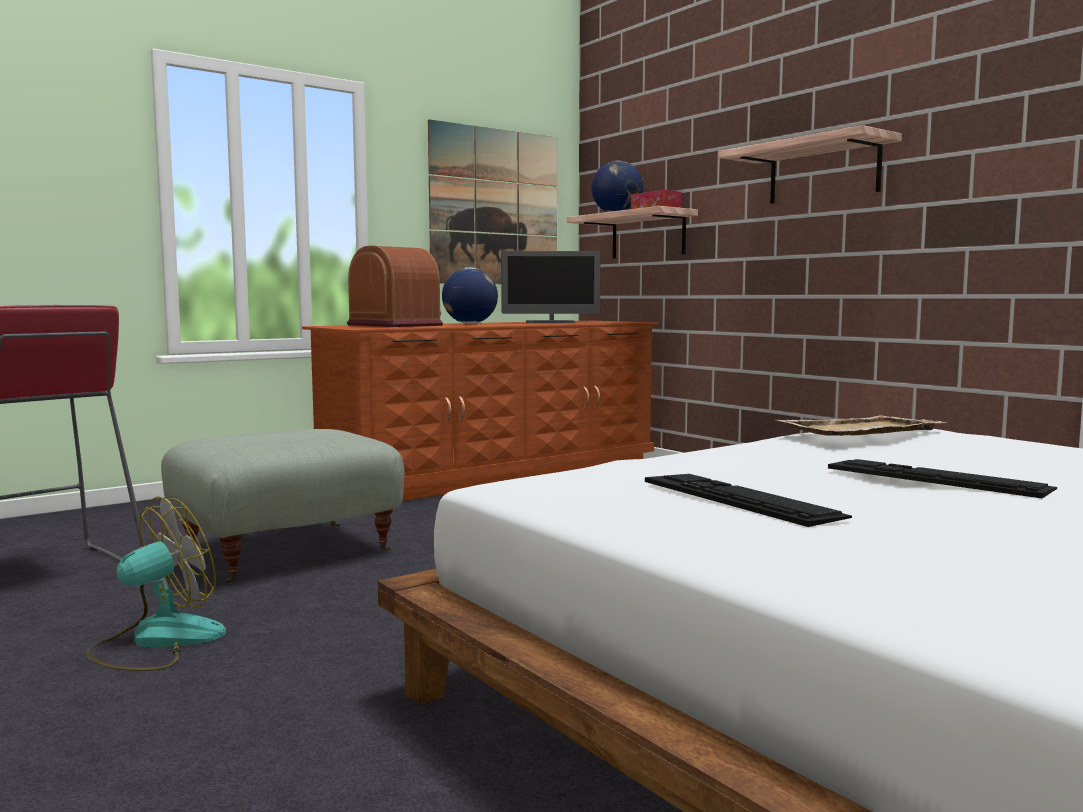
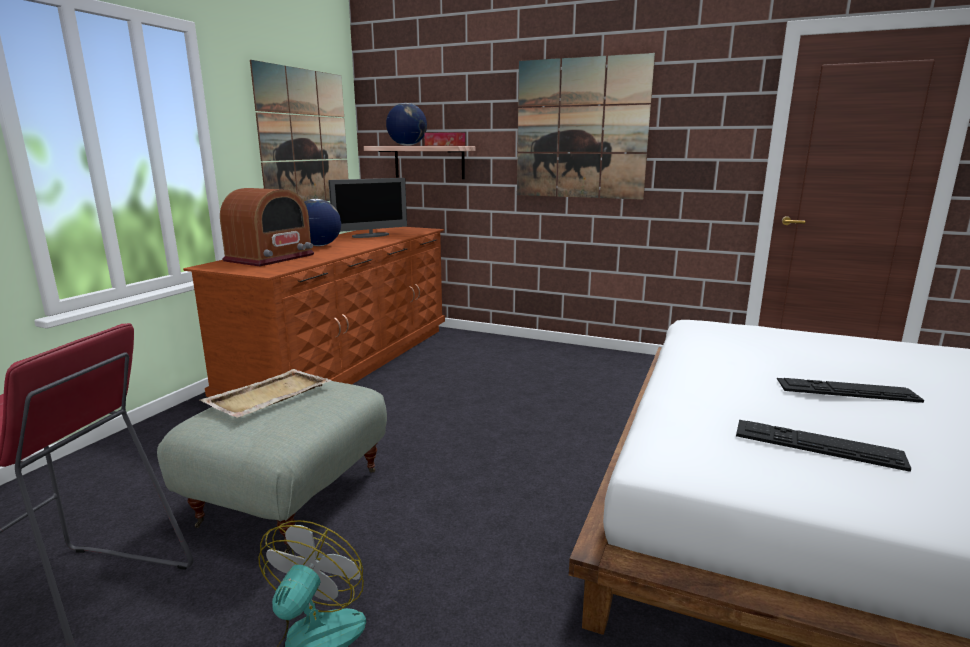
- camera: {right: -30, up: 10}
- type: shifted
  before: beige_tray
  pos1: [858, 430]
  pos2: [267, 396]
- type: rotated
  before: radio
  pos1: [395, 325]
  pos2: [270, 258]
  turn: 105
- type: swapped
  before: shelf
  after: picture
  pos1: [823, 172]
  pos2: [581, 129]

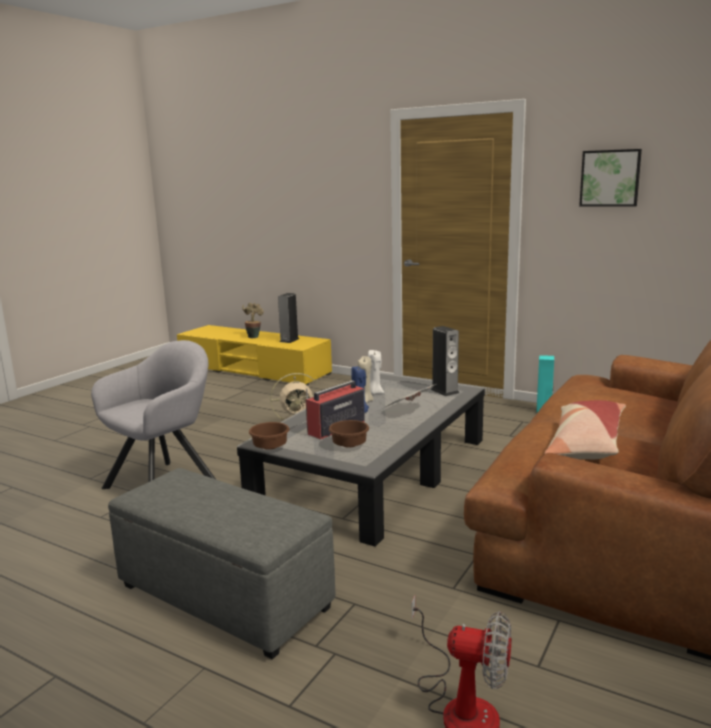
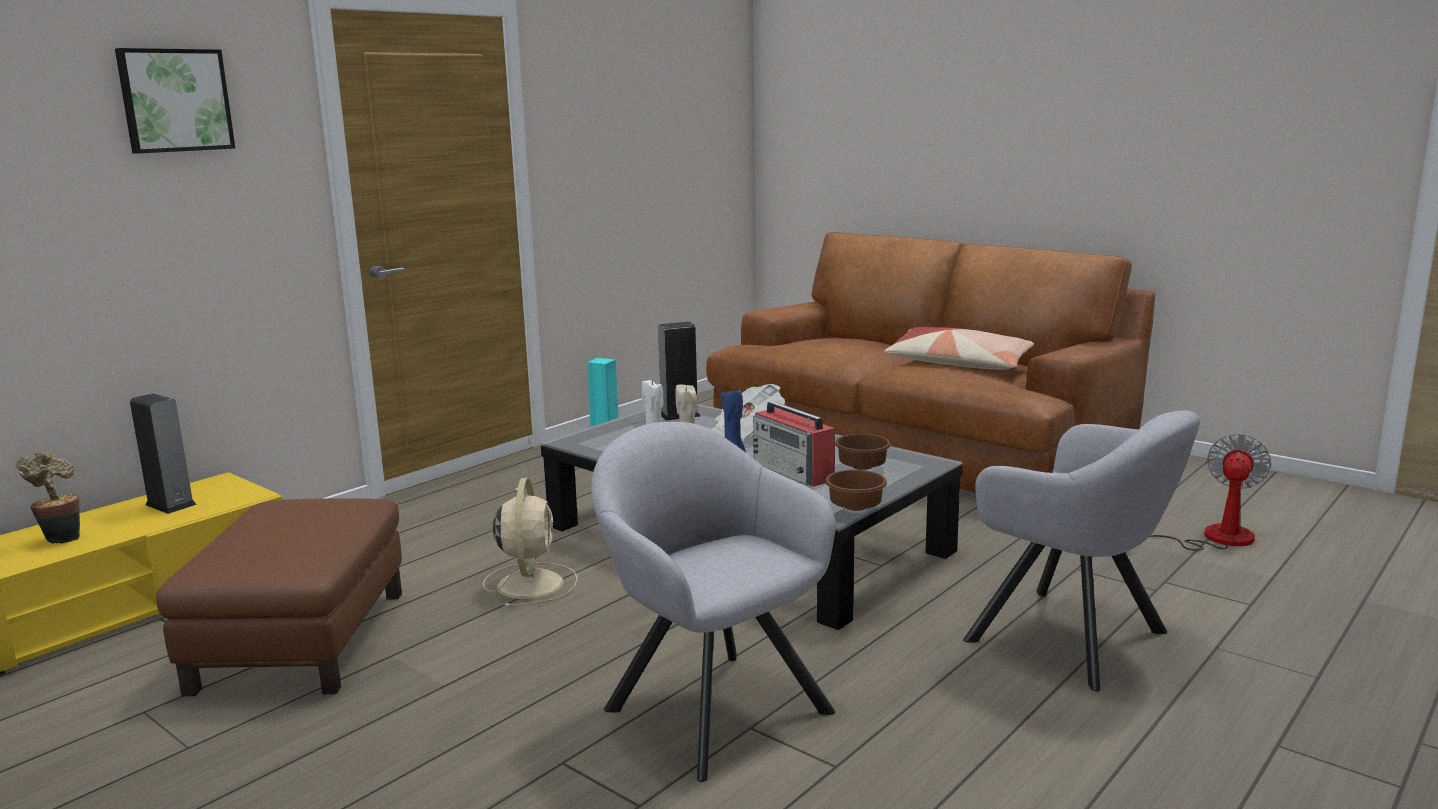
- camera: {right: -80, up: 0}
- type: shifted
  before: picture
  pos1: [610, 178]
  pos2: [174, 100]
- type: new
  after: brown_ottoman
  pos2: [300, 640]
- type: swapped
  before: grey_ottoman
  after: grey_armchair
  pos1: [223, 596]
  pos2: [1076, 640]

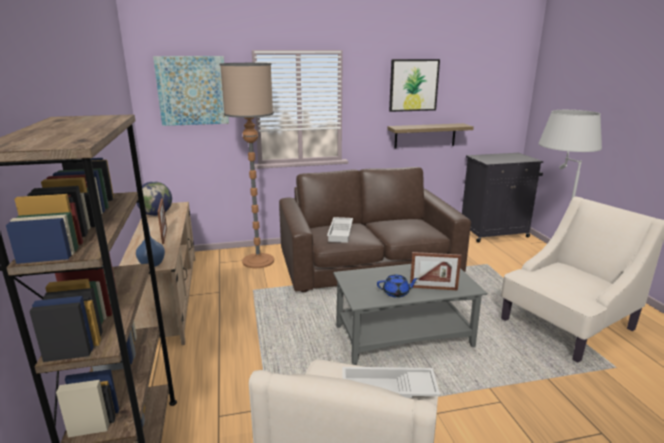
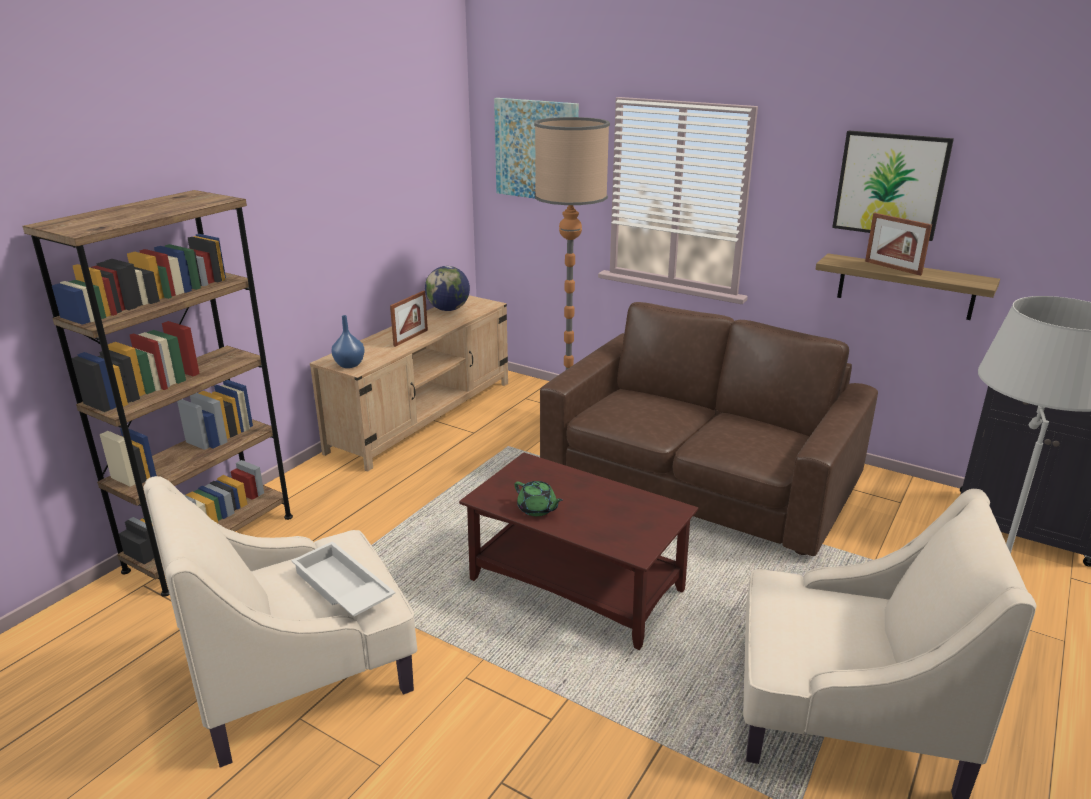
- camera: {right: 45, up: 5}
- type: repainted
  before: grey_coffee_table
  after: brown_coffee_table
  pos1: [404, 336]
  pos2: [578, 585]
- type: repainted
  before: blue_teapot
  after: green_teapot
  pos1: [396, 293]
  pos2: [537, 509]
- type: shifted
  before: picture_frame
  pos1: [433, 288]
  pos2: [892, 268]
- type: gone
  before: white_tray
  pos1: [341, 232]

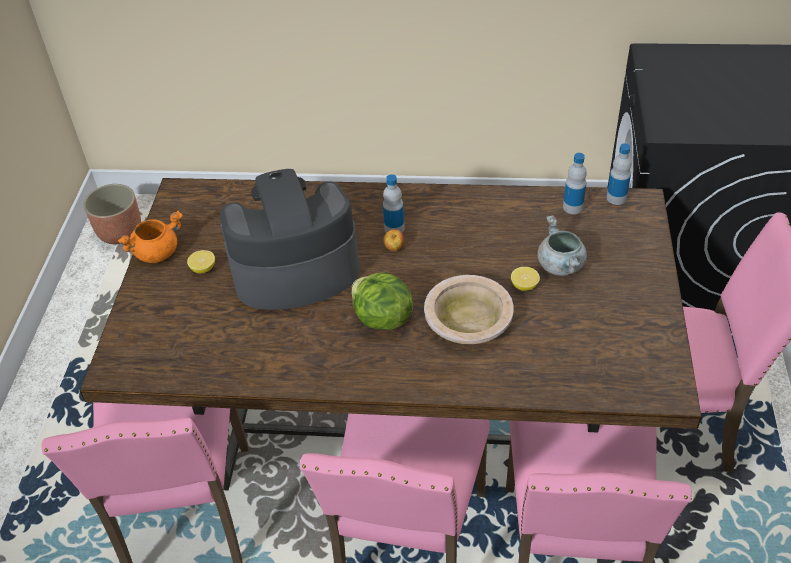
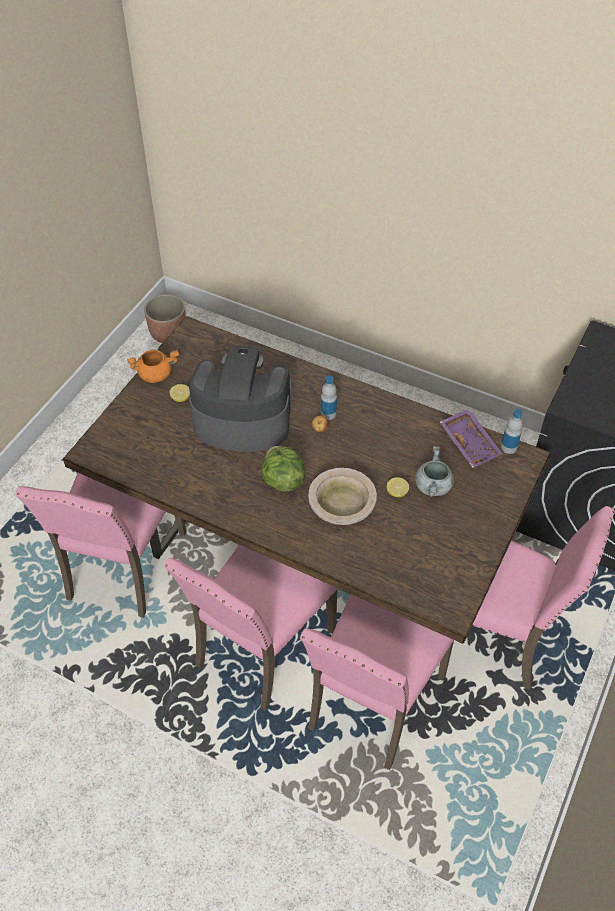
- camera: {right: 20, up: 5}
- type: swapped
  before: bottle
  after: purple_tray
  pos1: [573, 207]
  pos2: [470, 443]

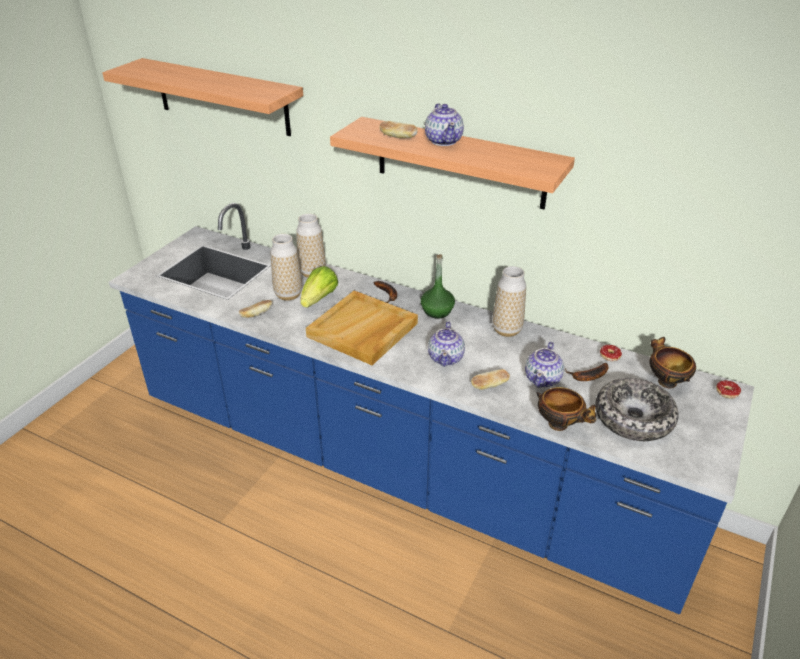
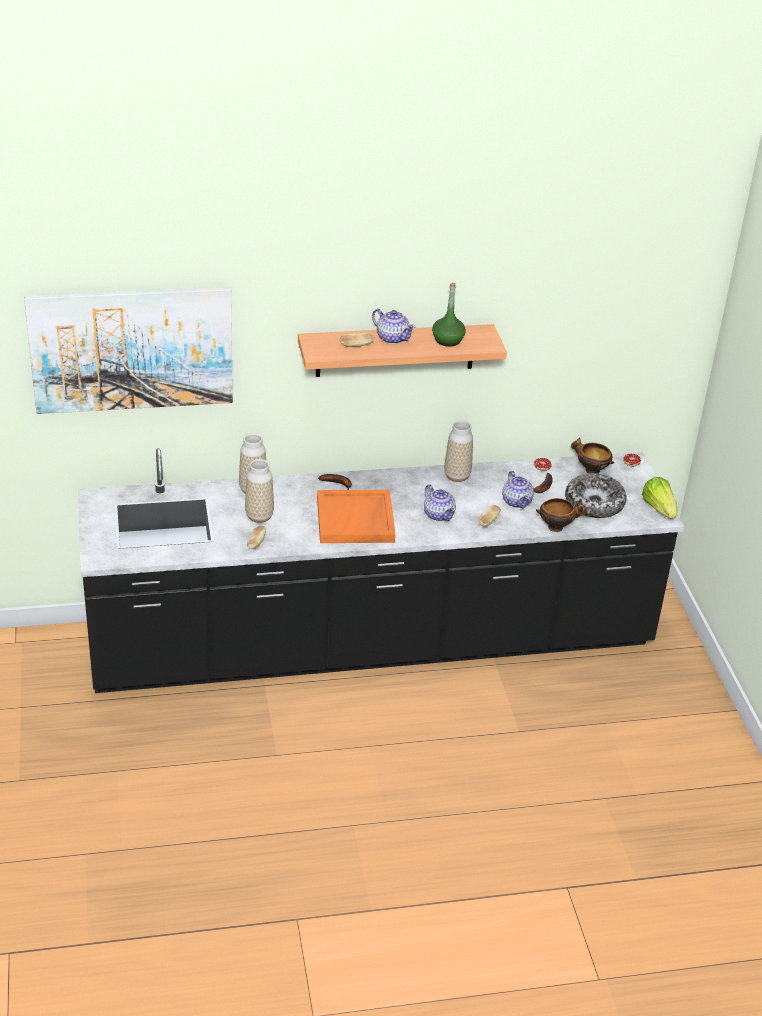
- camera: {right: -40, up: 0}
- type: swapped
  before: shelf
  after: picture
  pos1: [222, 97]
  pos2: [131, 348]
- type: repainted
  before: blue_counter
  after: black_counter
  pos1: [400, 465]
  pos2: [372, 643]
- type: repainted
  before: beige_tray
  after: orange_tray
  pos1: [362, 331]
  pos2: [356, 520]
- type: shifted
  before: green_bottle
  pos1: [437, 311]
  pos2: [447, 340]
- type: shifted
  before: lettuce
  pos1: [319, 299]
  pos2: [659, 508]

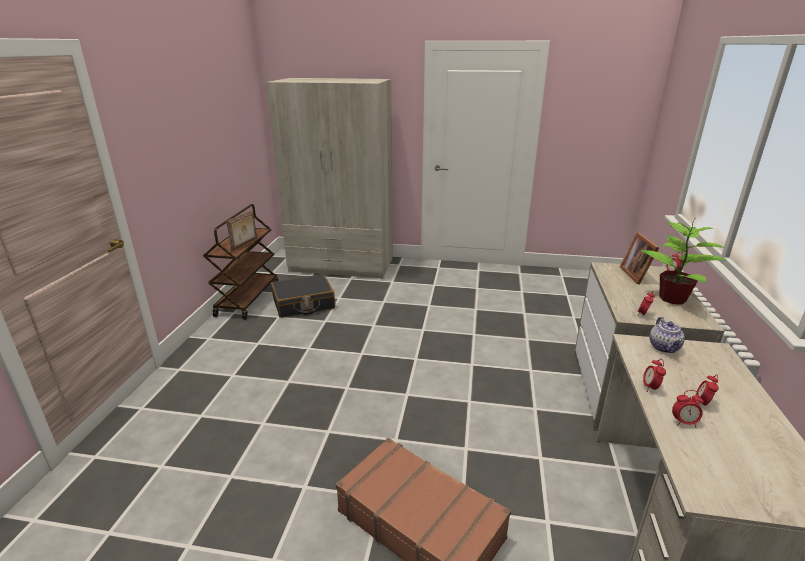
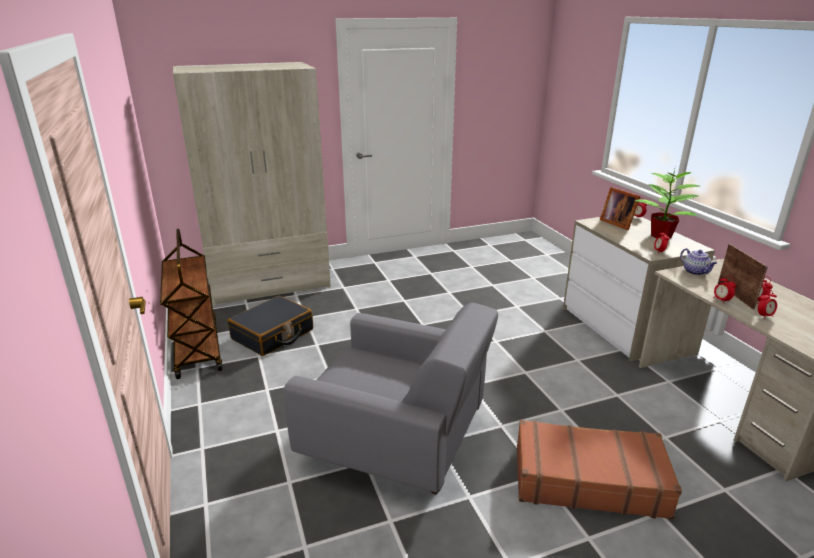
- camera: {right: -30, up: 0}
- type: new
  after: grey_armchair
  pos2: [396, 445]
- type: shifted
  before: picture_frame
  pos1: [245, 244]
  pos2: [736, 295]

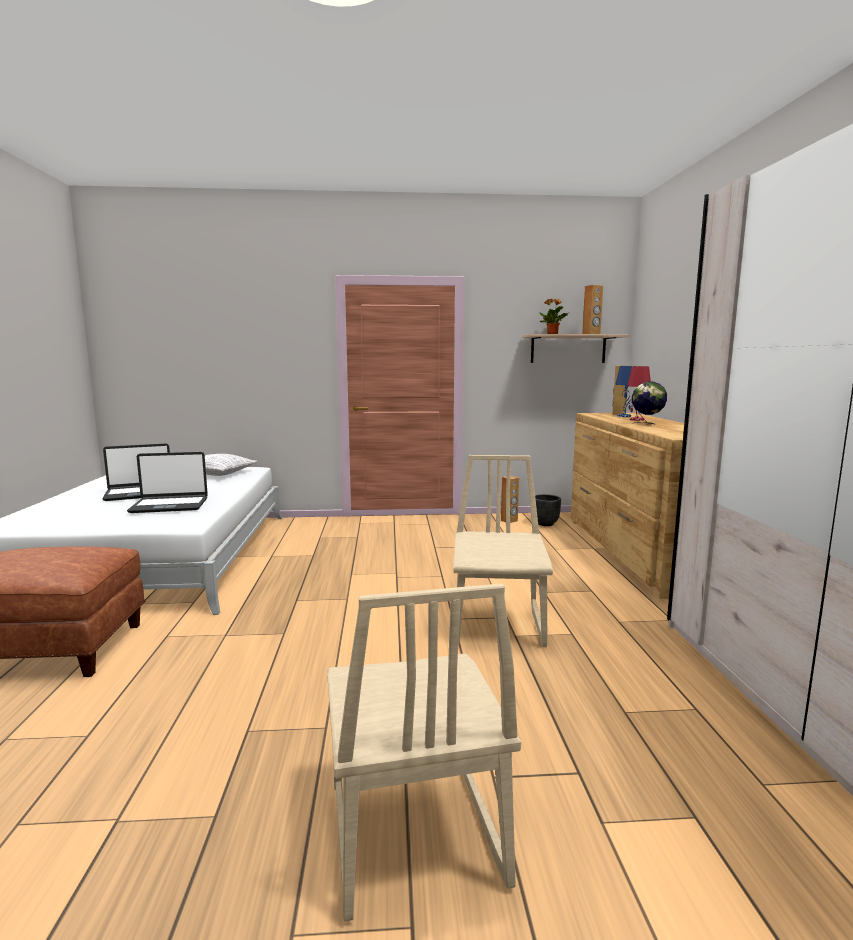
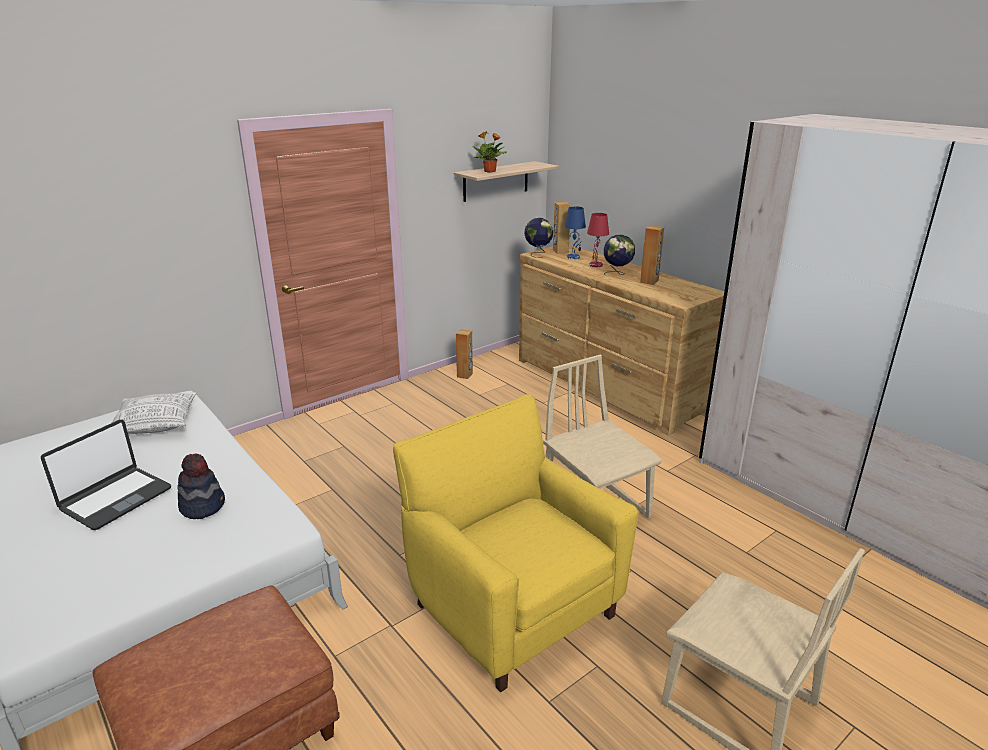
- camera: {right: -35, up: 15}
- type: swapped
  before: laptop
  after: hat
  pos1: [169, 505]
  pos2: [203, 506]
- type: new
  after: yellow_armchair
  pos2: [513, 606]
- type: new
  after: globe
  pos2: [538, 254]
- type: shifted
  before: brown_speaker
  pos1: [591, 334]
  pos2: [649, 281]
- type: gone
  before: black_planter
  pos1: [545, 524]

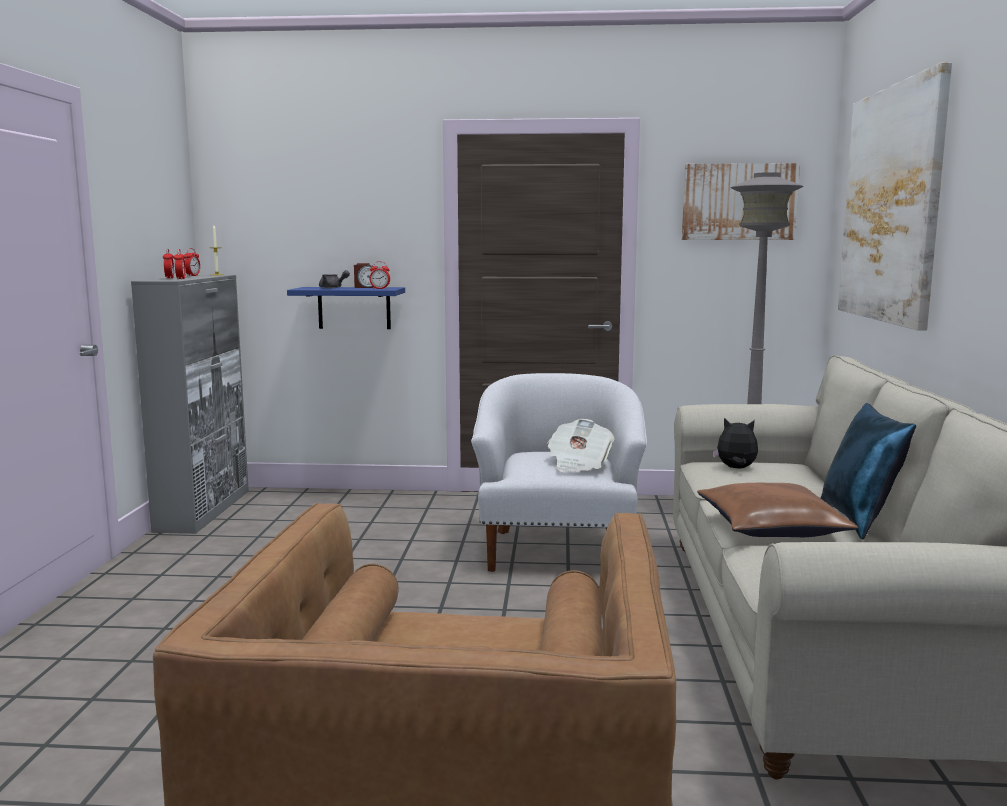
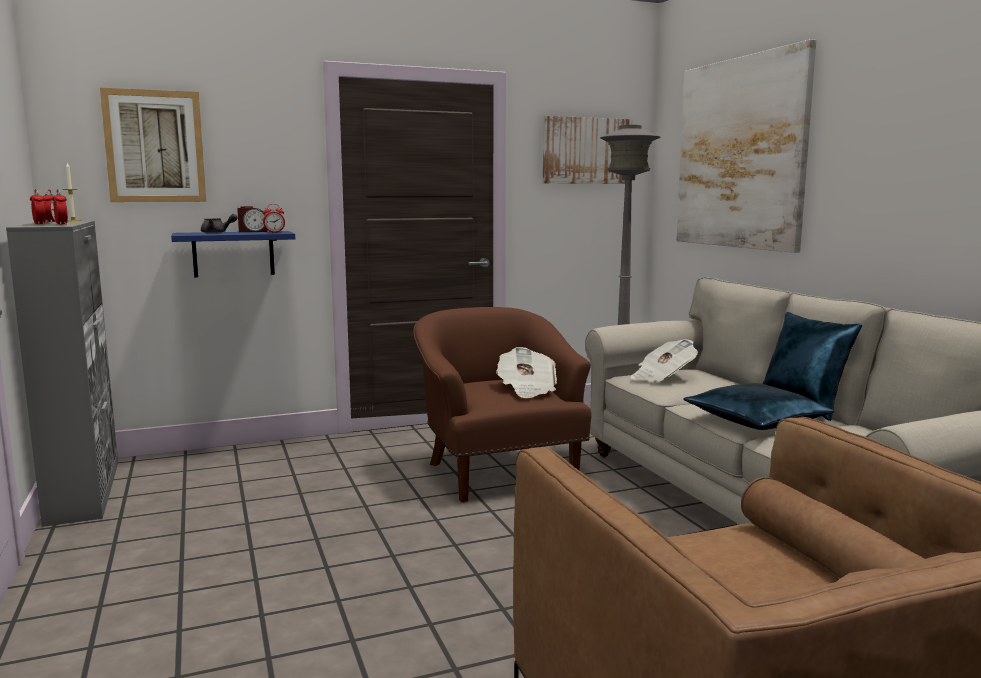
- camera: {right: -25, up: 0}
- type: new
  after: picture
  pos2: [155, 146]
- type: repainted
  before: white_armchair
  after: brown_armchair
  pos1: [557, 549]
  pos2: [499, 472]
- type: swapped
  before: plush_toy
  after: newspaper
  pos1: [736, 468]
  pos2: [662, 378]
- type: repainted
  before: brown_pillow
  after: blue_pillow
  pos1: [772, 527]
  pos2: [757, 421]

